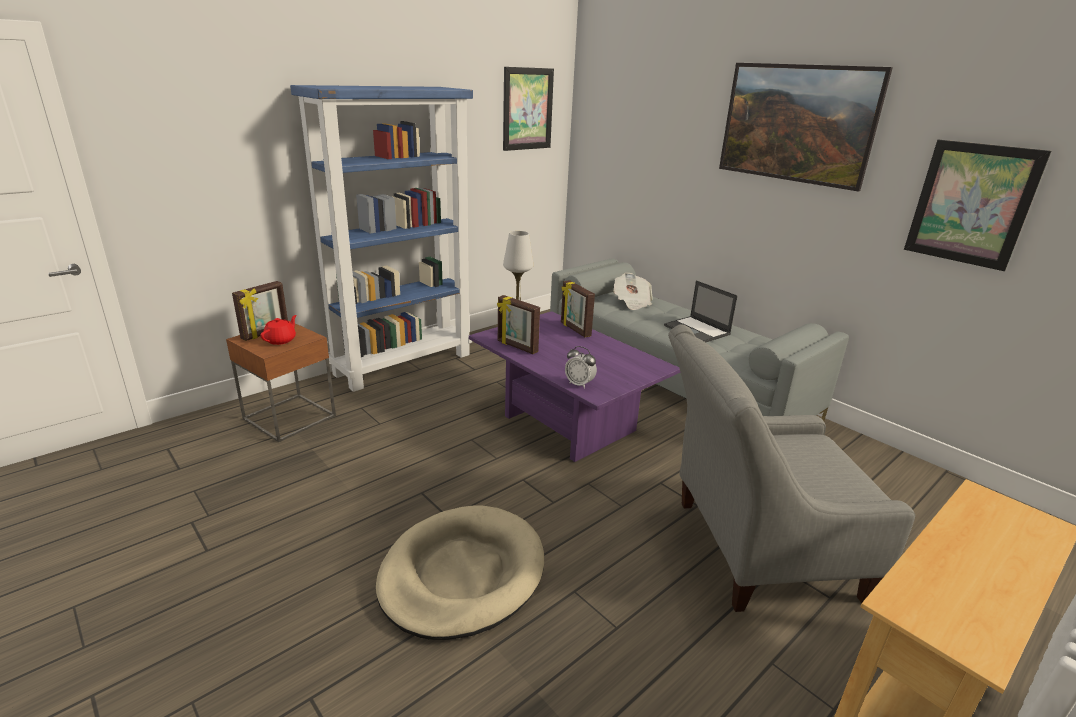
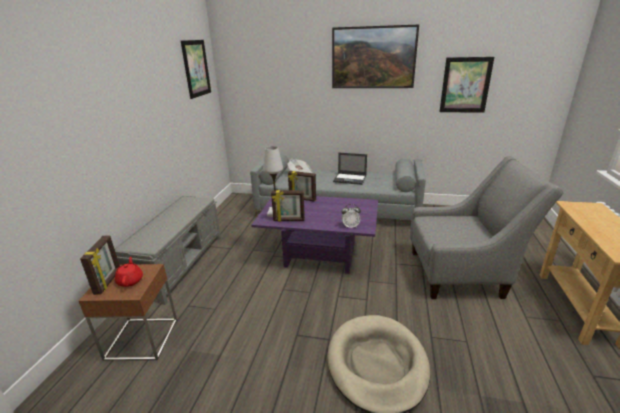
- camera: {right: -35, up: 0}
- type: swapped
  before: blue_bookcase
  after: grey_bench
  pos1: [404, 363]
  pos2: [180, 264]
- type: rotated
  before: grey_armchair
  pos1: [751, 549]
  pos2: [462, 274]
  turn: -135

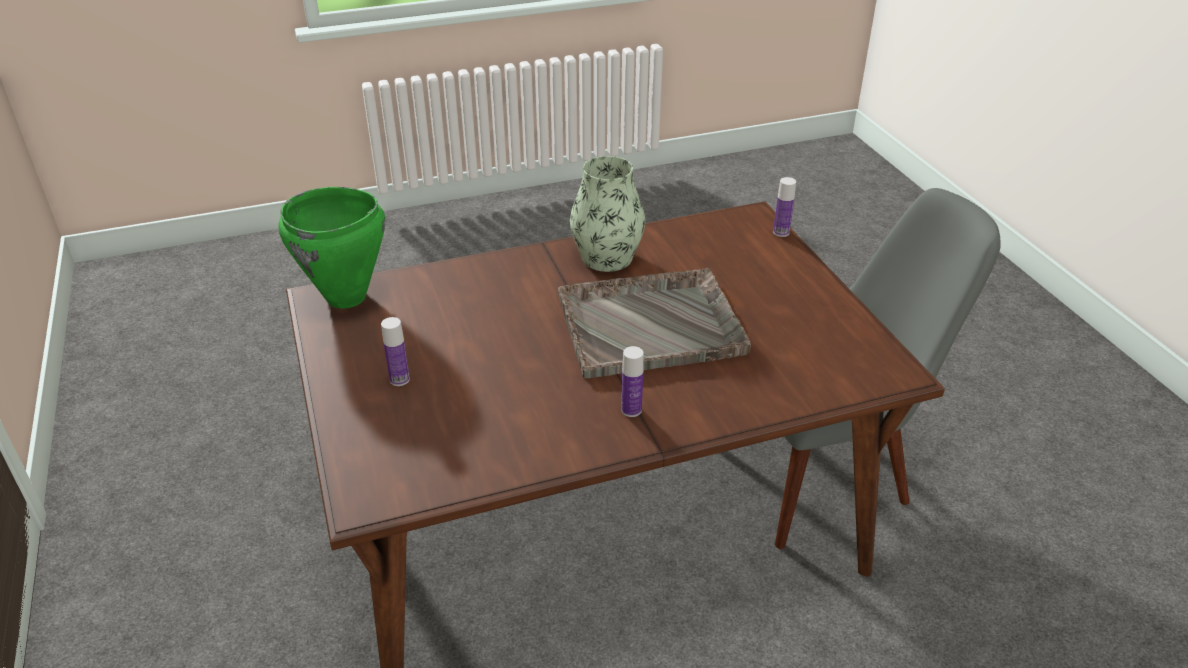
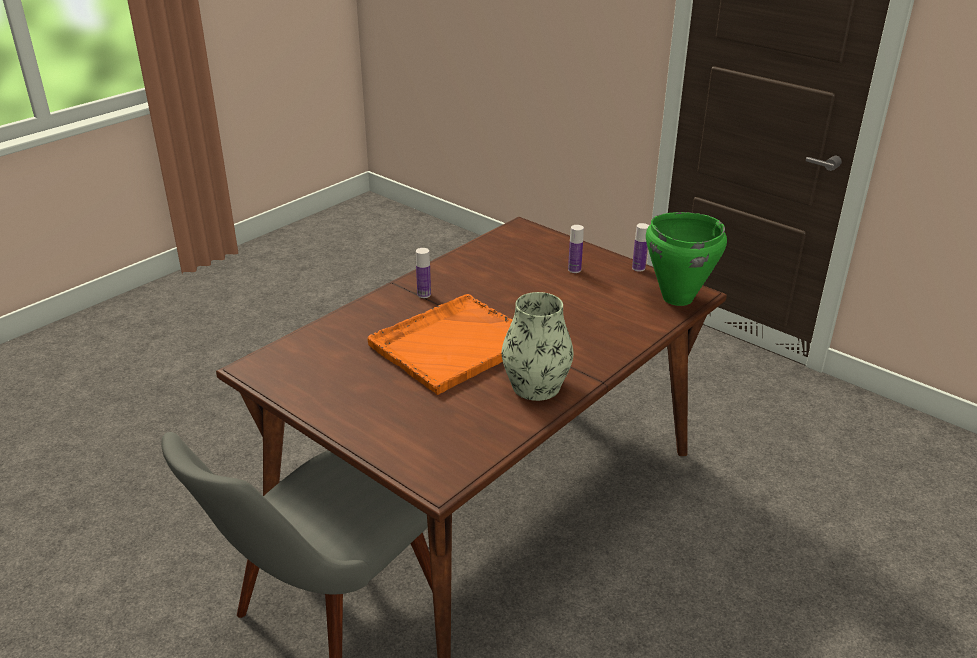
- camera: {right: 150, up: -5}
- type: repainted
  before: grey_tray
  after: orange_tray
  pos1: [652, 325]
  pos2: [452, 345]
- type: shifted
  before: bottle
  pos1: [781, 232]
  pos2: [638, 268]

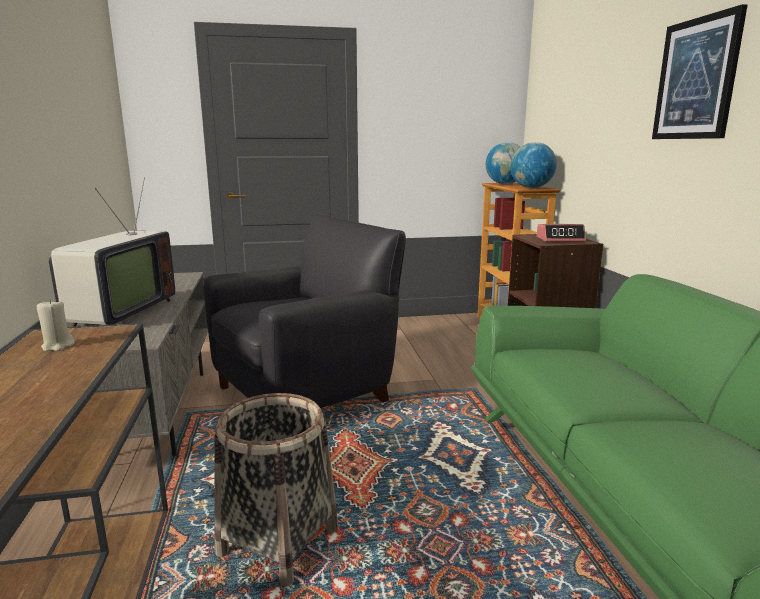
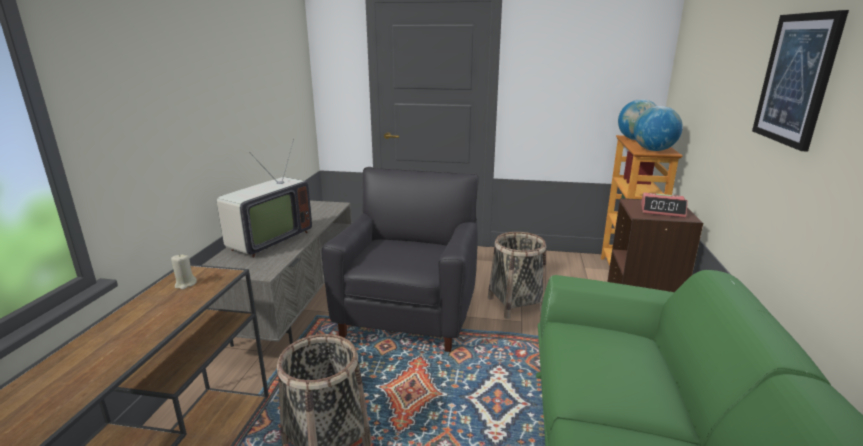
- camera: {right: 20, up: 5}
- type: rotated
  before: black_armchair
  pos1: [306, 393]
  pos2: [409, 315]
  turn: -60
- type: new
  after: basket
  pos2: [516, 304]

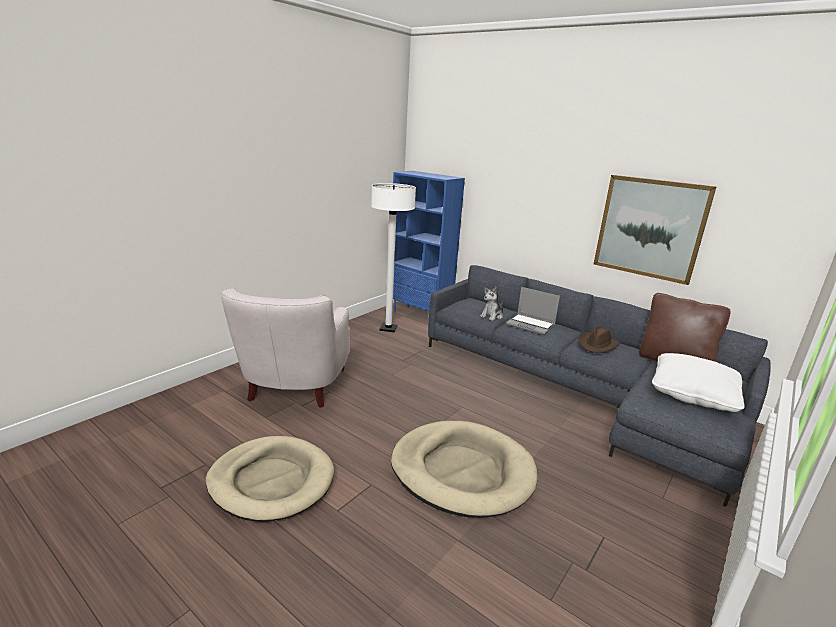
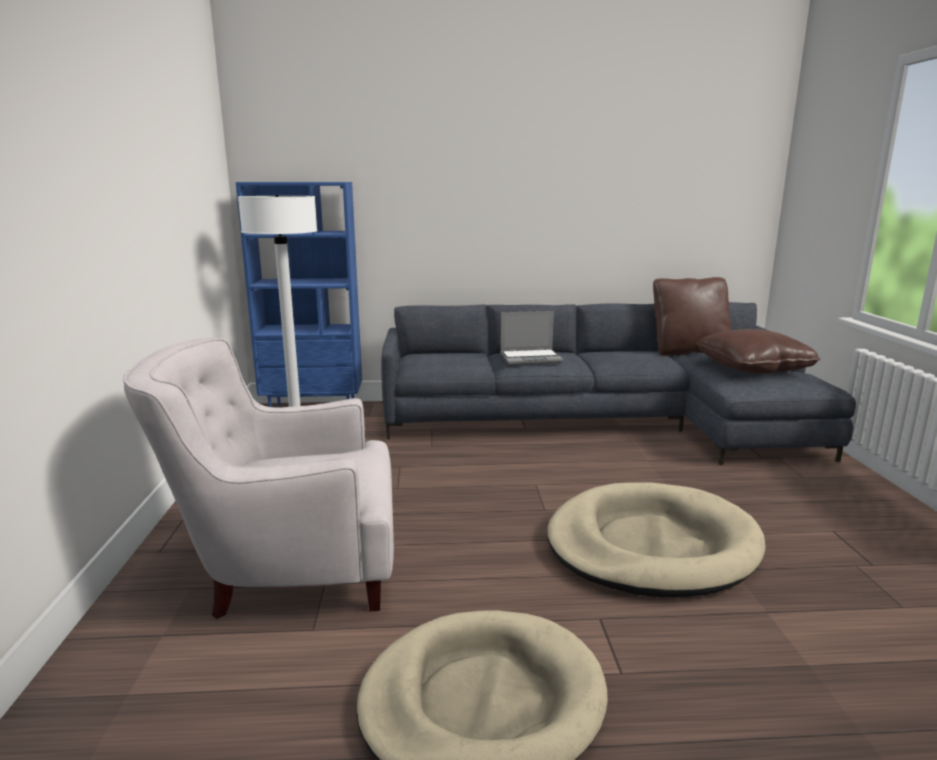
- camera: {right: -40, up: -5}
- type: rotated
  before: white_armchair
  pos1: [294, 388]
  pos2: [288, 568]
  turn: 120
- type: repainted
  before: white_pillow
  after: brown_pillow
  pos1: [692, 394]
  pos2: [753, 368]
- type: gone
  before: plush_toy
  pos1: [492, 316]
- type: gone
  before: brown_hat
  pos1: [597, 345]
- type: gone
  before: picture
  pos1: [650, 228]

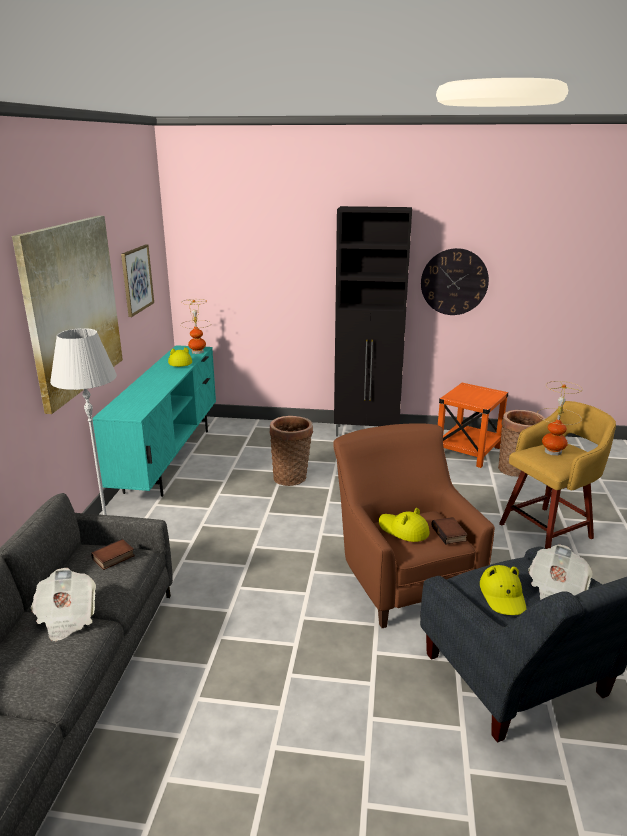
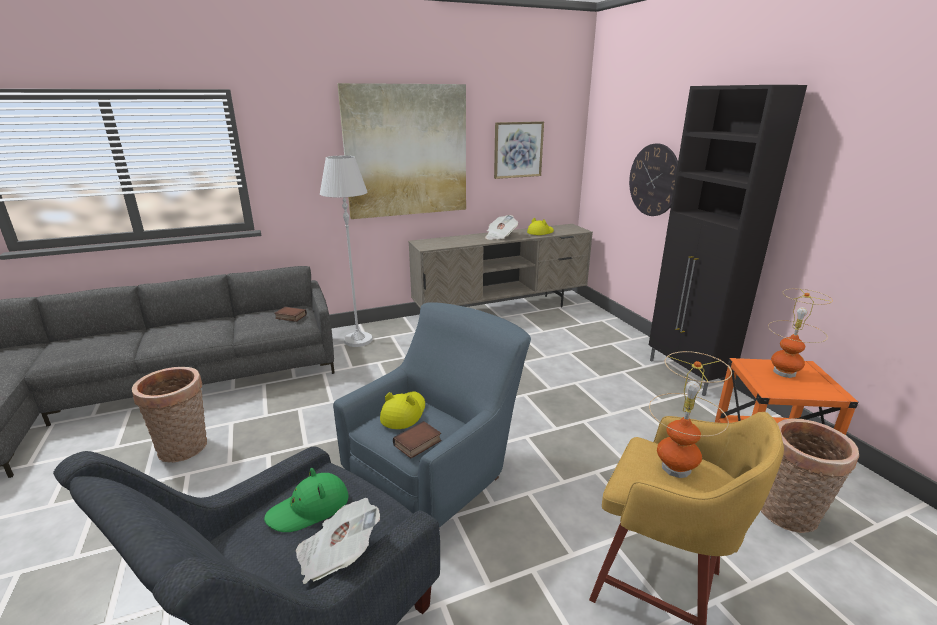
- camera: {right: 60, up: 0}
- type: shifted
  before: basket
  pos1: [292, 477]
  pos2: [185, 449]
- type: repainted
  before: yellow_hat
  after: green_hat
  pos1: [503, 596]
  pos2: [309, 508]
- type: repainted
  before: brown_armchair
  after: blue_armchair
  pos1: [402, 577]
  pos2: [439, 477]
- type: repainted
  before: turquoise_tv_stand
  after: beige_tv_stand
  pos1: [169, 459]
  pos2: [502, 310]
- type: shifted
  before: newspaper
  pos1: [66, 617]
  pos2: [500, 236]
- type: shifted
  before: wall_clock
  pos1: [454, 282]
  pos2: [654, 180]
- type: shifted
  before: table_lamp
  pos1: [197, 352]
  pos2: [784, 372]

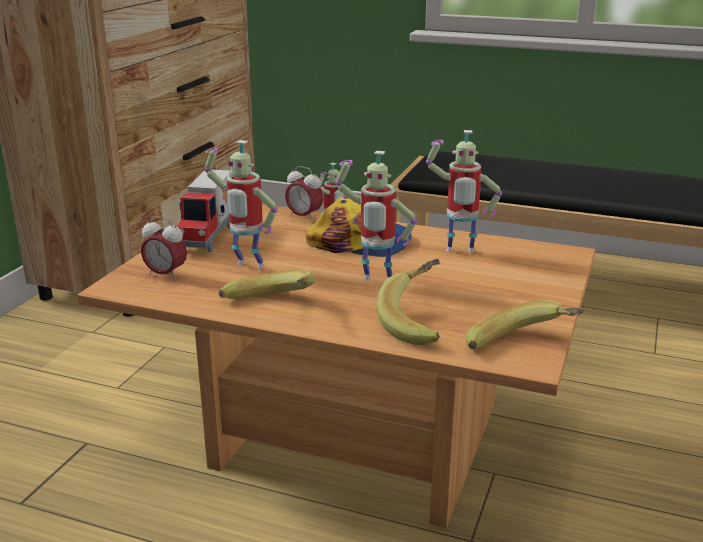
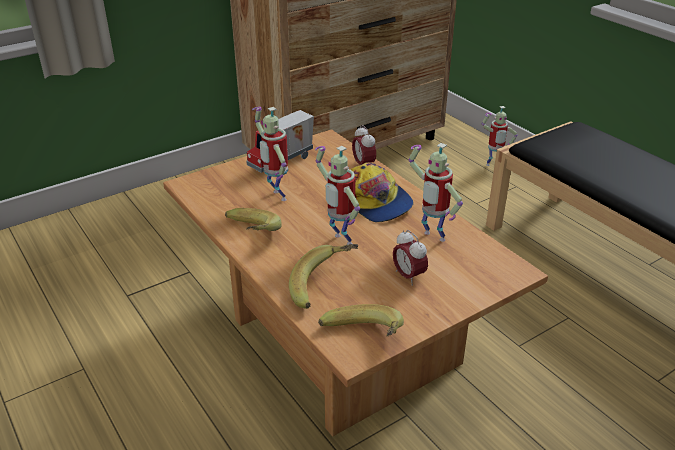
- camera: {right: 35, up: 10}
- type: shifted
  before: alarm_clock
  pos1: [166, 275]
  pos2: [408, 276]

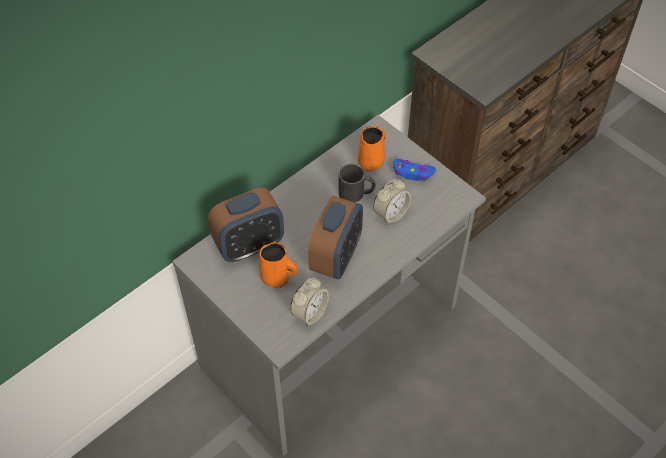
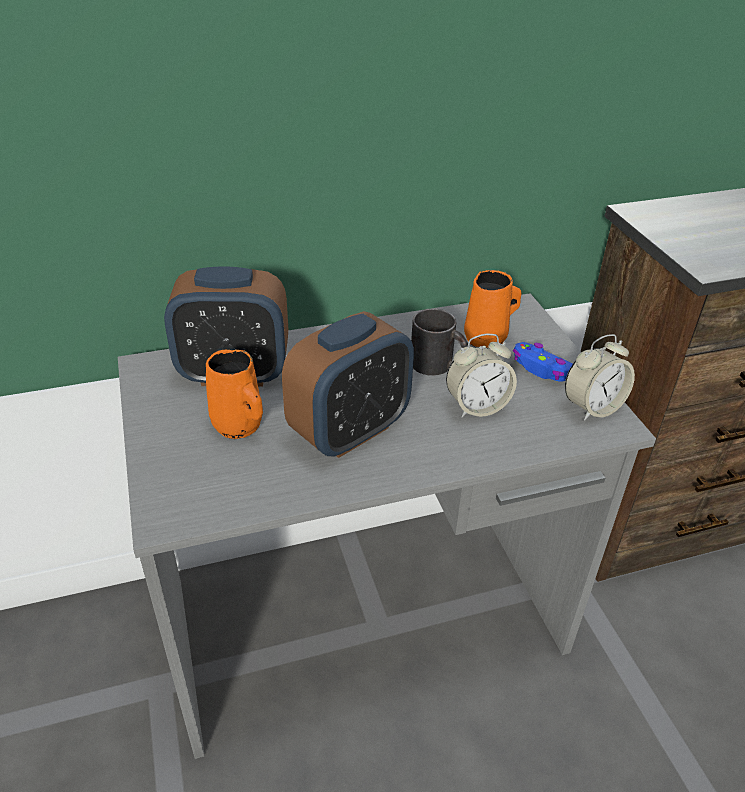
- camera: {right: 25, up: -15}
- type: shifted
  before: alarm_clock
  pos1: [310, 313]
  pos2: [592, 407]

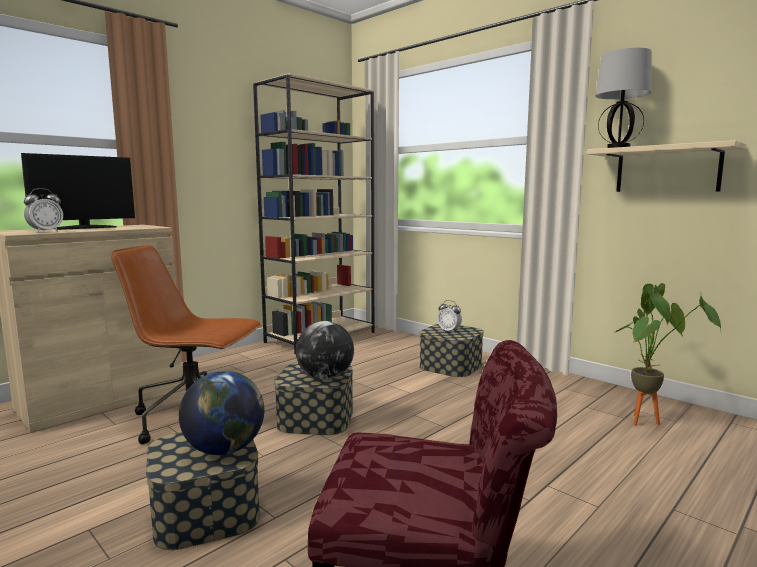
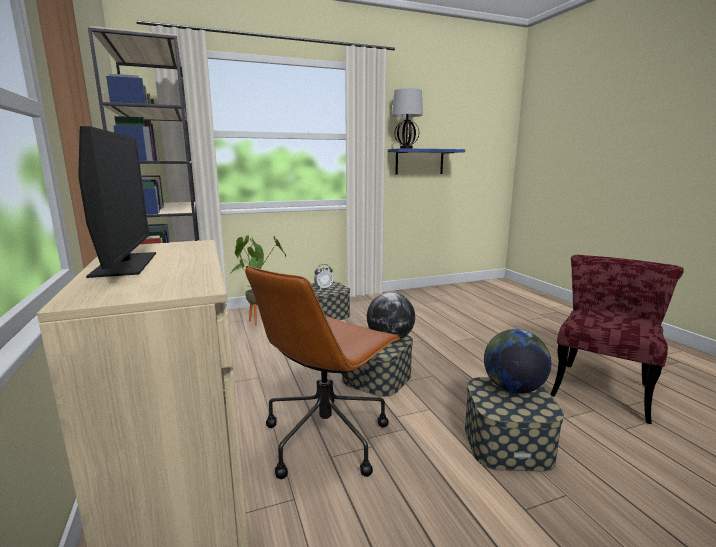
- camera: {right: -65, up: 5}
- type: shifted
  before: potted_plant
  pos1: [648, 421]
  pos2: [258, 320]
- type: repainted
  before: beige_shelf
  after: blue_shelf
  pos1: [667, 170]
  pos2: [419, 162]
- type: gone
  before: alarm_clock
  pos1: [45, 231]

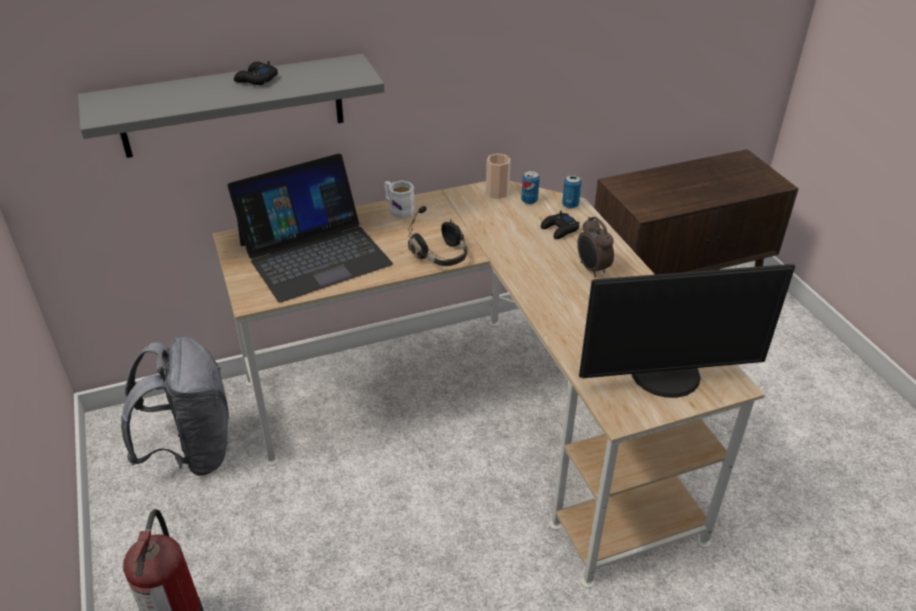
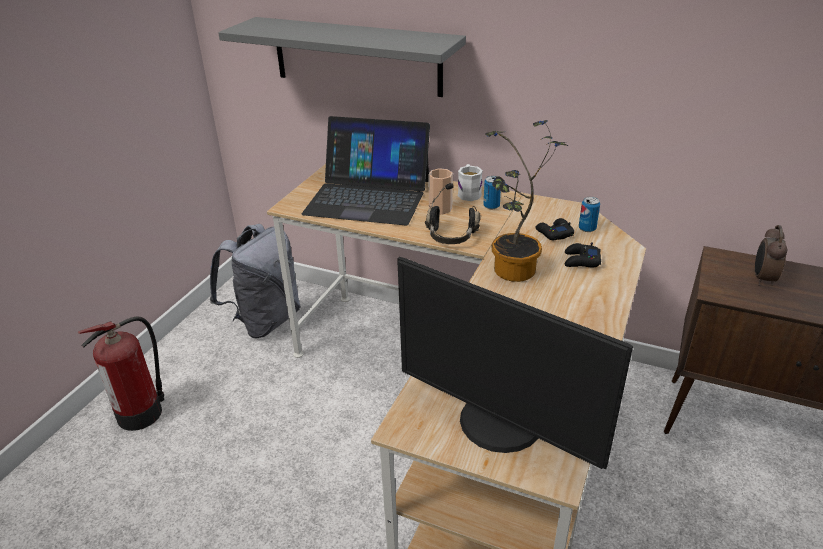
- camera: {right: 45, up: -5}
- type: shifted
  before: cup
  pos1: [497, 193]
  pos2: [440, 209]
- type: shifted
  before: can
  pos1: [570, 205]
  pos2: [491, 206]
- type: new
  after: potted_plant
  pos2: [512, 274]
- type: shifted
  before: black_game_controller
  pos1: [256, 79]
  pos2: [554, 233]
- type: shifted
  before: alarm_clock
  pos1: [592, 269]
  pos2: [762, 279]

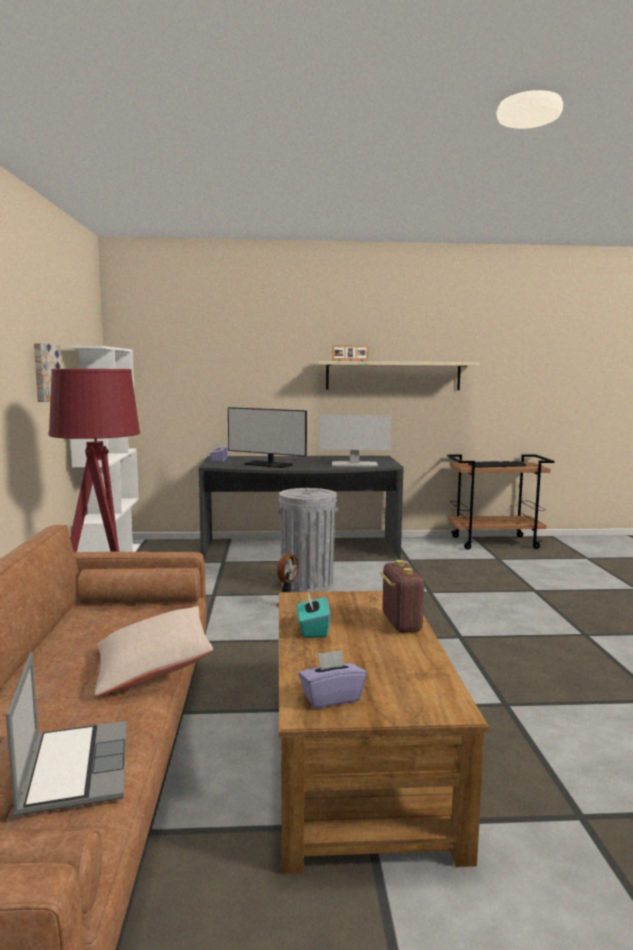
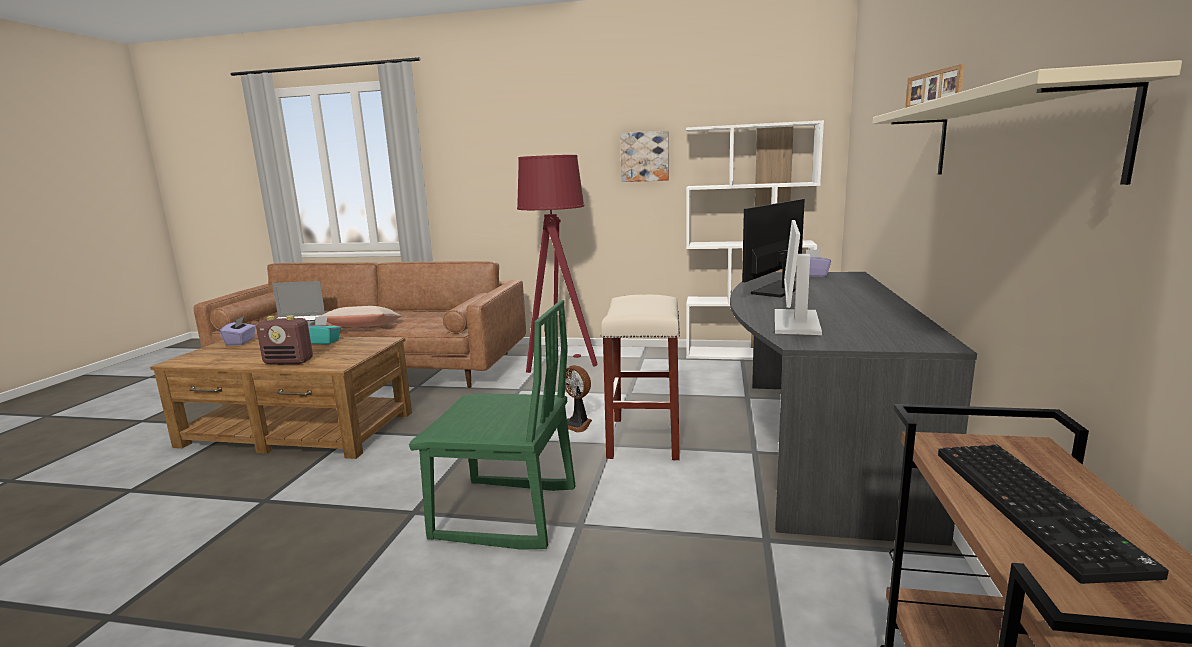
- camera: {right: 105, up: 5}
- type: new
  after: green_chair
  pos2: [505, 514]
- type: swapped
  before: grey_trash_can
  after: beige_stool
  pos1: [307, 585]
  pos2: [643, 437]

